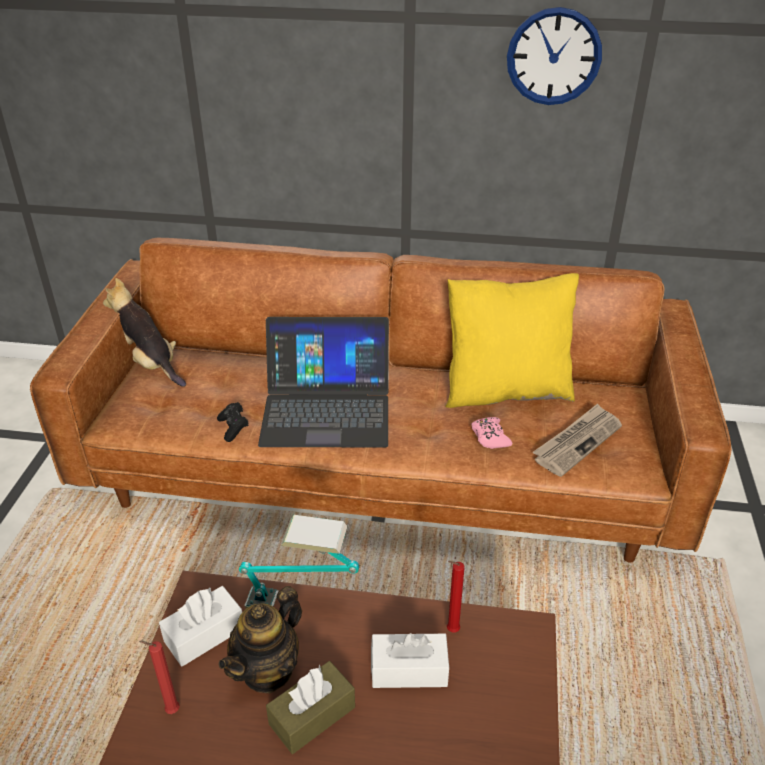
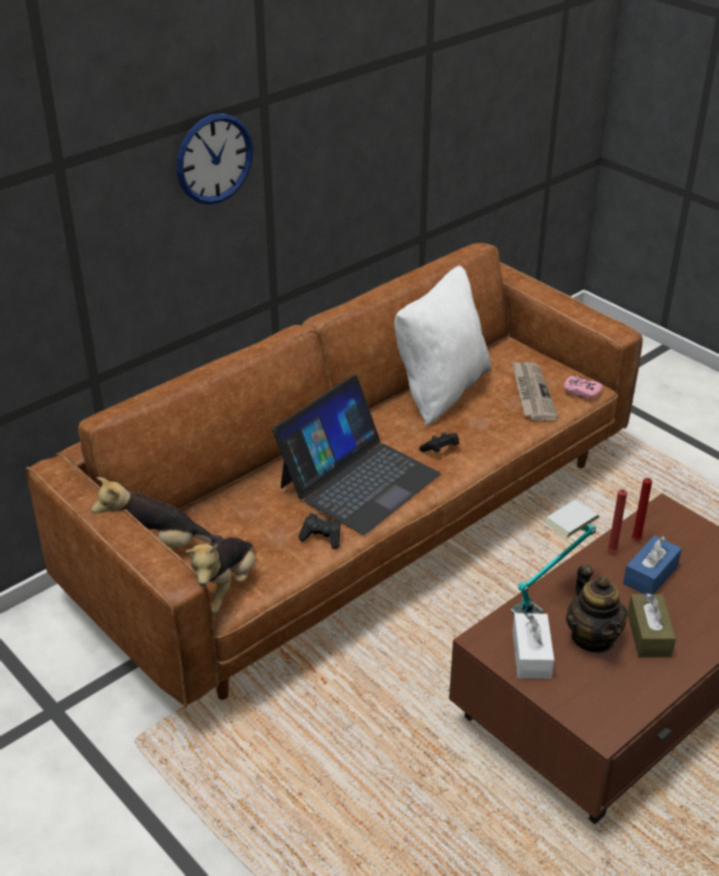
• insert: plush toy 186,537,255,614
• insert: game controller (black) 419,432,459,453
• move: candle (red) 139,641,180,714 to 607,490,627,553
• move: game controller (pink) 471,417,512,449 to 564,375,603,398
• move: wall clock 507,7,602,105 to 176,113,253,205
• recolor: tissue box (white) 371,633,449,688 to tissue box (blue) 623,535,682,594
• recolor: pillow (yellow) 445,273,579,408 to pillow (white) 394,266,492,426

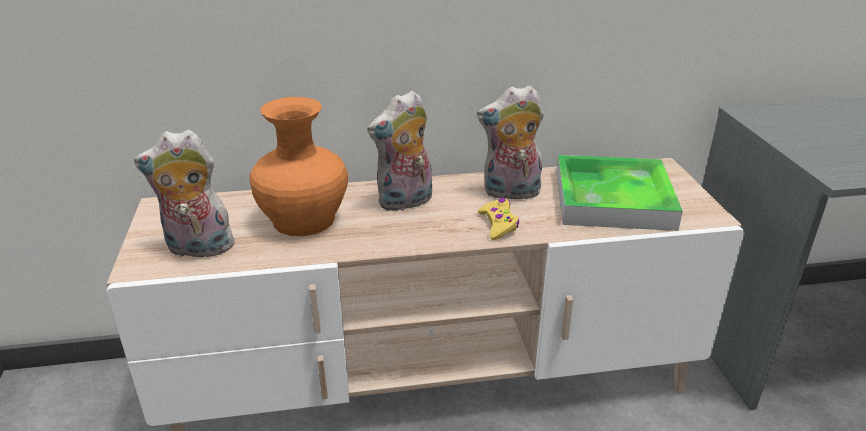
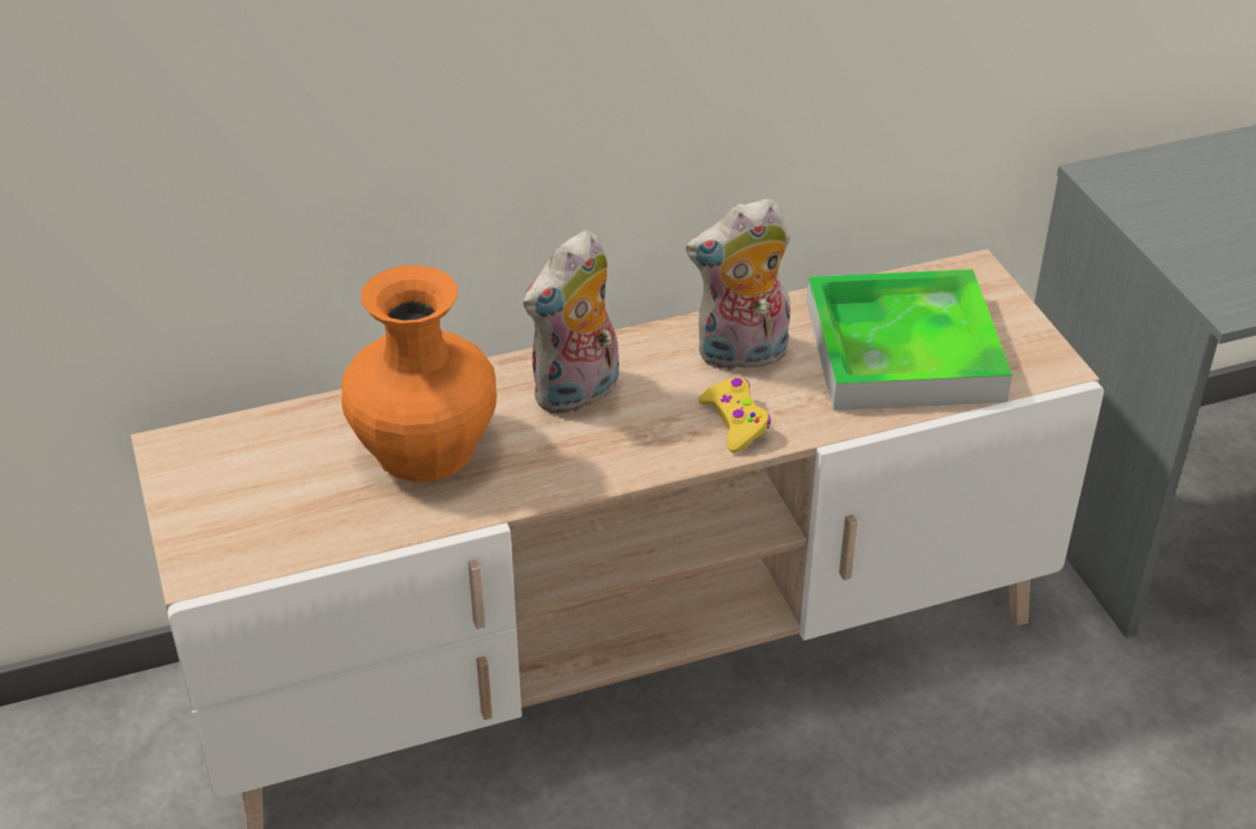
• delete: plush toy 134,130,237,257

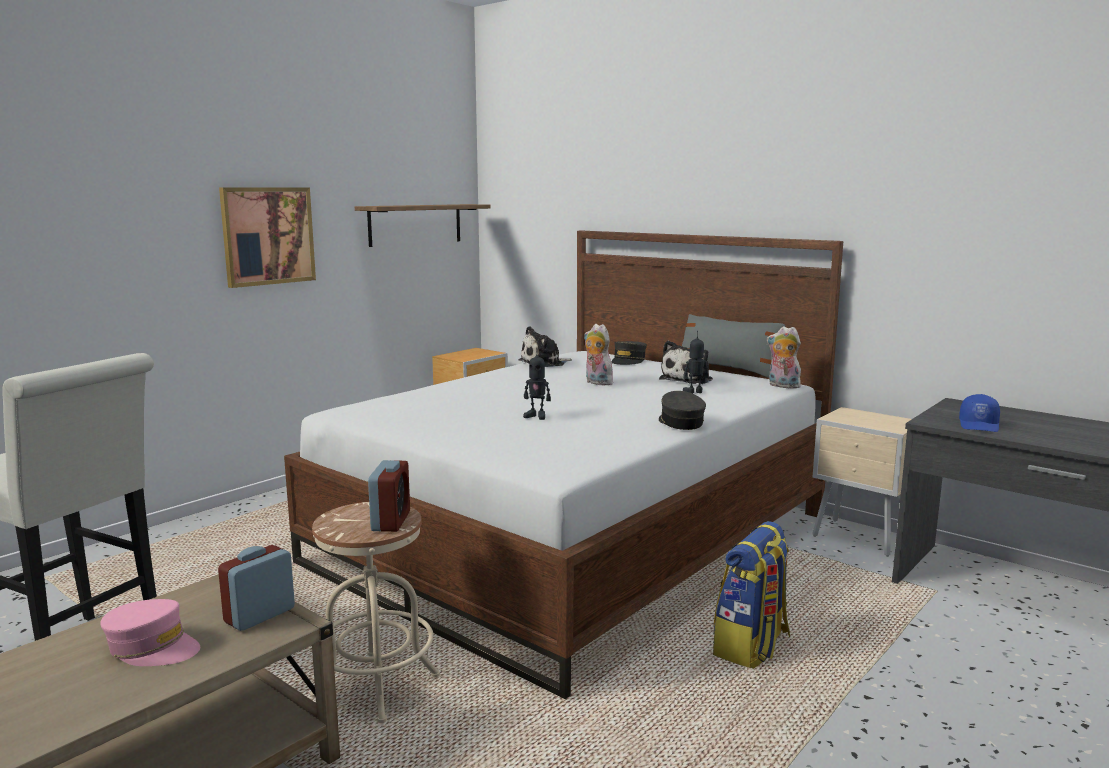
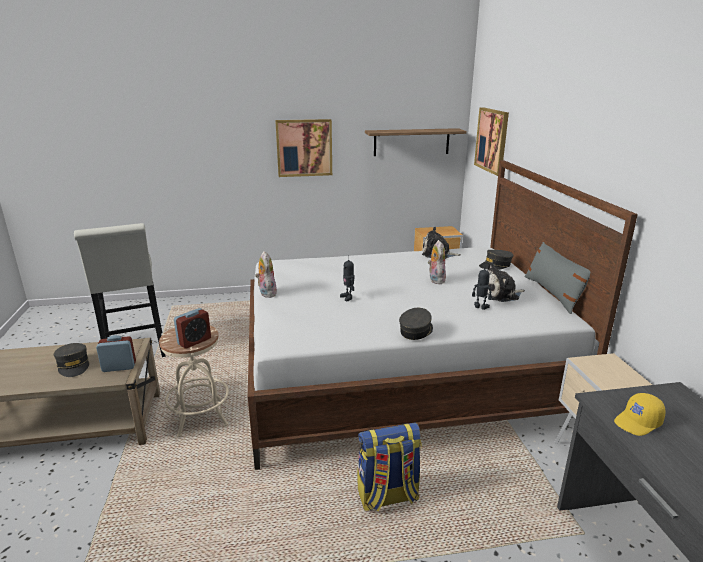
• insert: picture 474,107,509,176
• move: plush toy 767,327,803,389 to 255,251,277,298
• recolor: cap (pink) 101,599,200,666 to cap (grey) 54,343,89,377
• recolor: cap (blue) 959,394,1000,432 to cap (yellow) 614,393,666,436

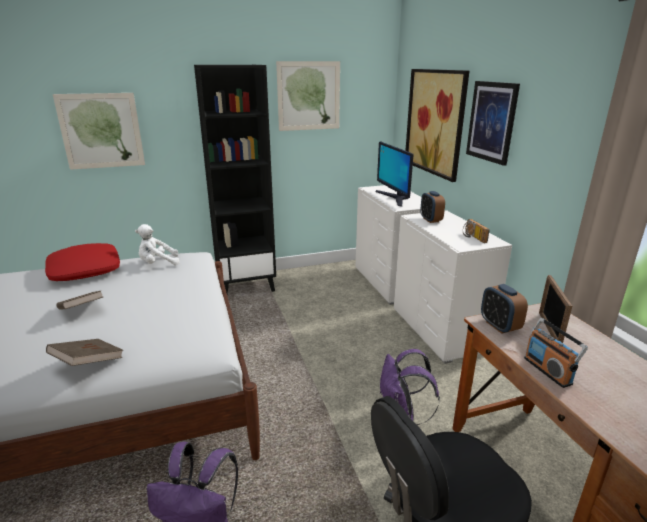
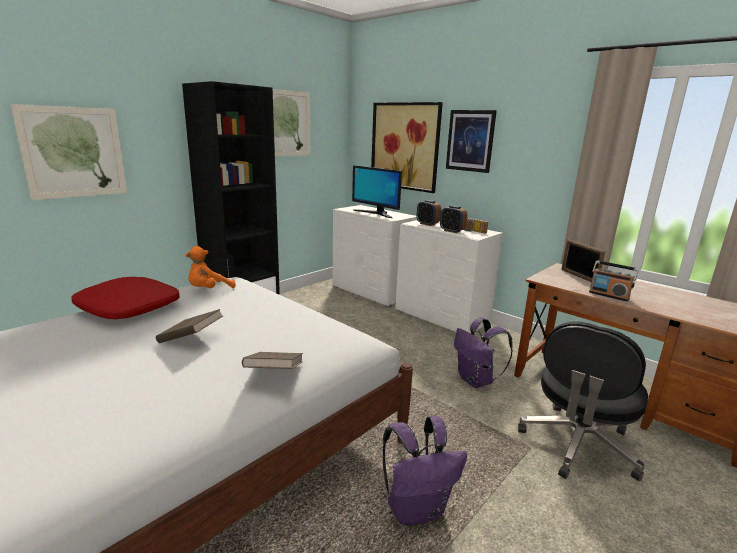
• move: alarm clock 481,284,528,334 to 440,205,467,233
• recolor: plush toy (white) 135,224,180,266 to plush toy (orange) 186,246,236,288

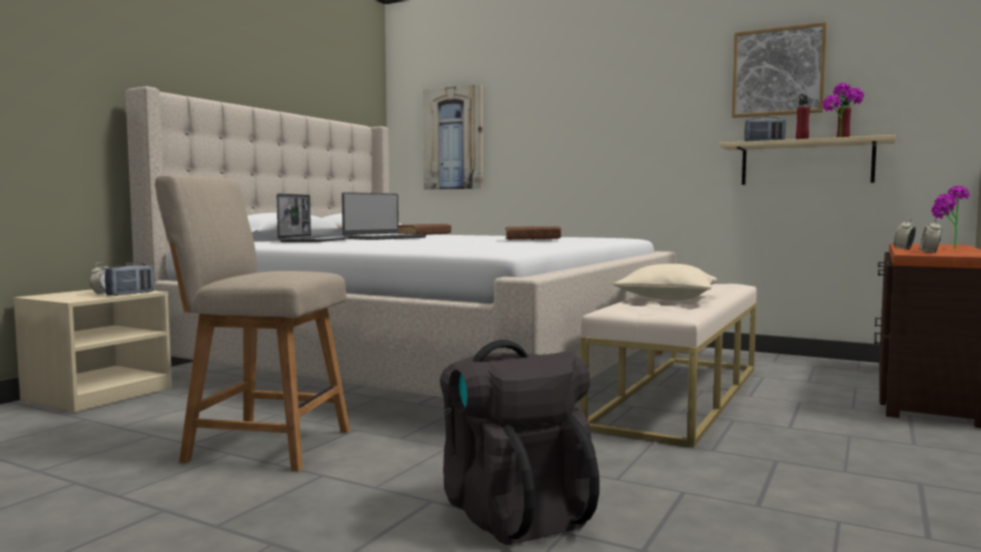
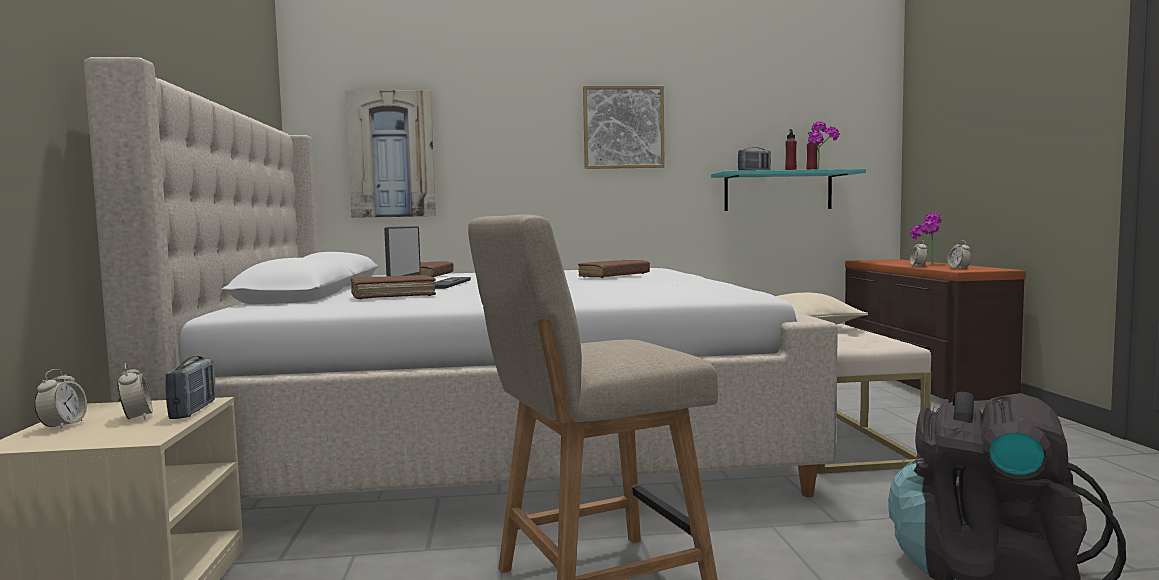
• insert: alarm clock 34,369,87,430
• move: picture 732,22,827,118 to 583,86,665,169
• replace: laptop 277,193,349,242 to book (brown) 351,275,436,299
• recolor: shelf (beige) 719,135,896,185 to shelf (turquoise) 711,169,866,211

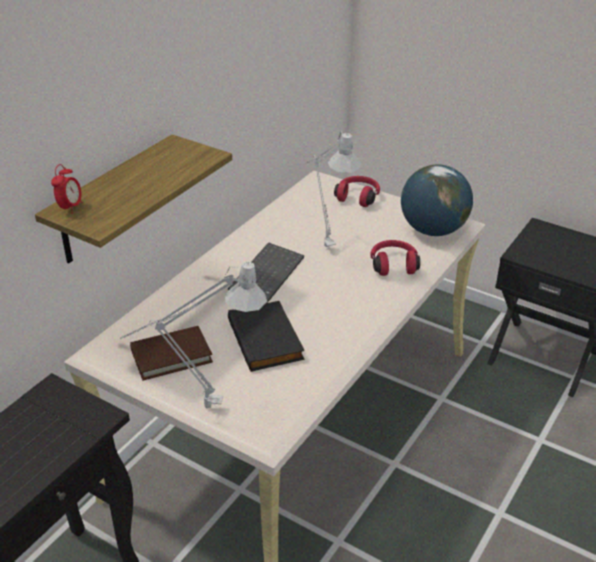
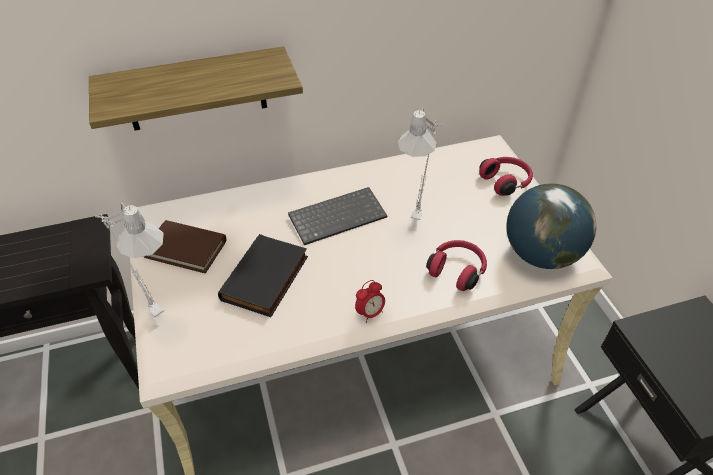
• move: alarm clock 51,164,82,214 to 355,280,385,323

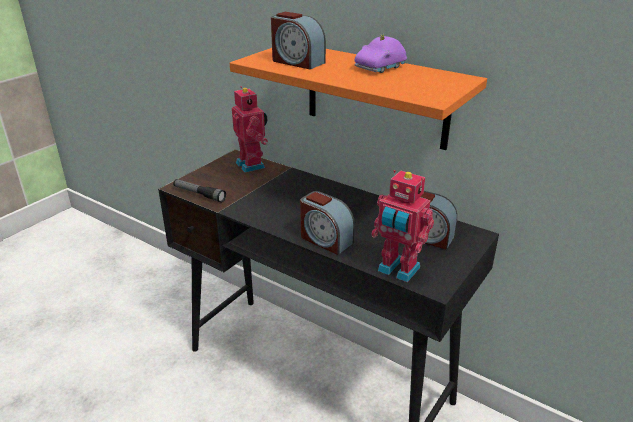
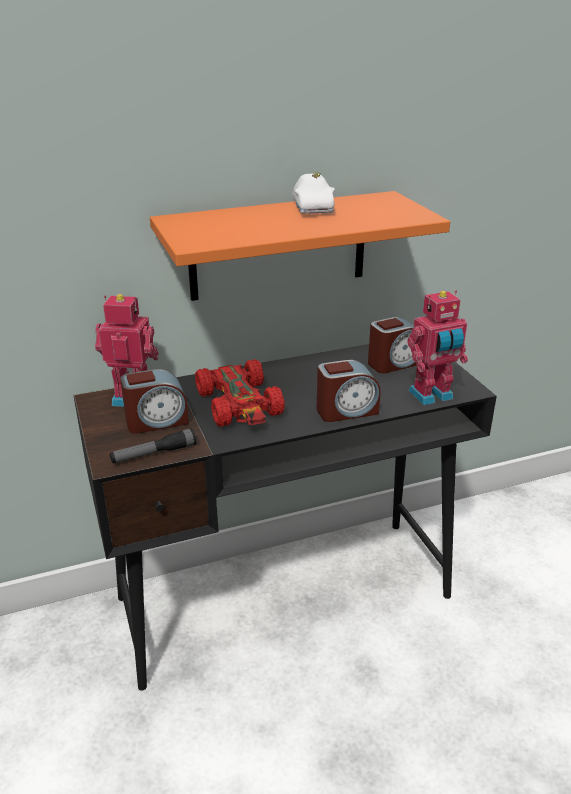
• insert: toy car (red) 195,359,285,427
• move: alarm clock 271,12,326,69 to 120,369,189,434
• recolor: toy car (purple) 354,34,407,73 to toy car (white) 292,171,335,214

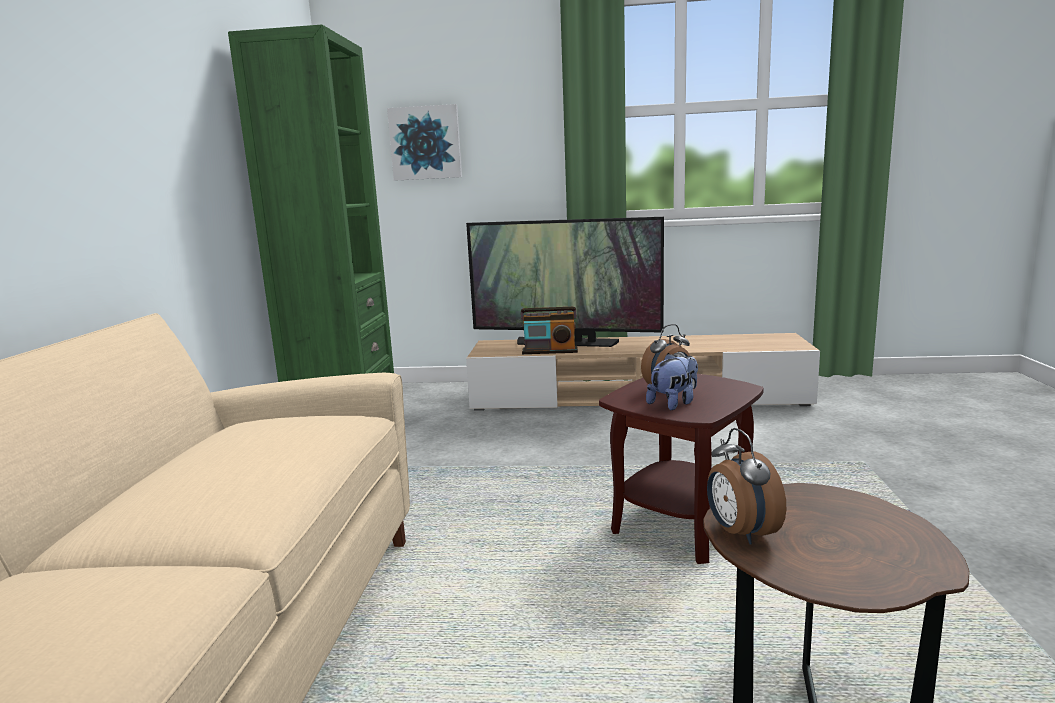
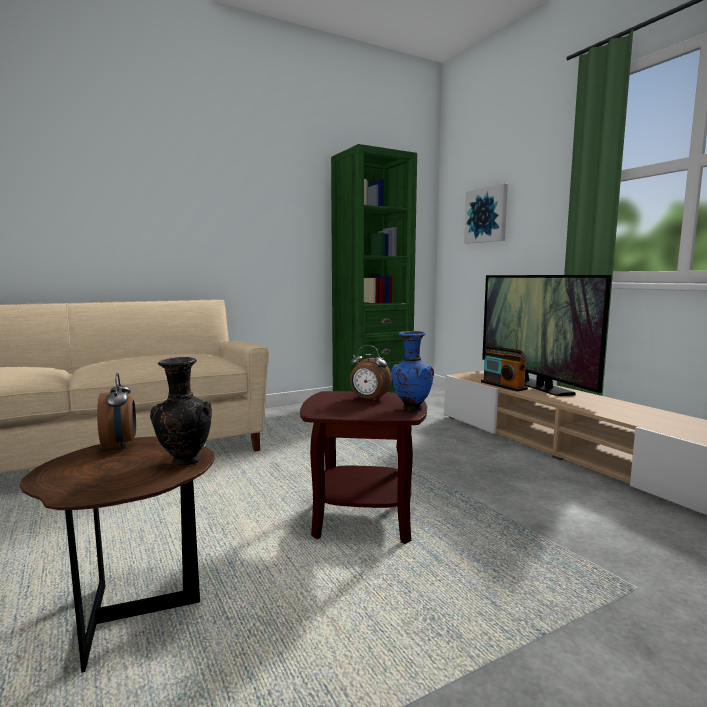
• delete: plush toy 646,353,698,410
• insert: vase (black) 150,357,212,466
• insert: vase (blue) 391,331,434,411
• rotate: alarm clock 707,428,786,545 = 97,373,136,450 120 degrees clockwise

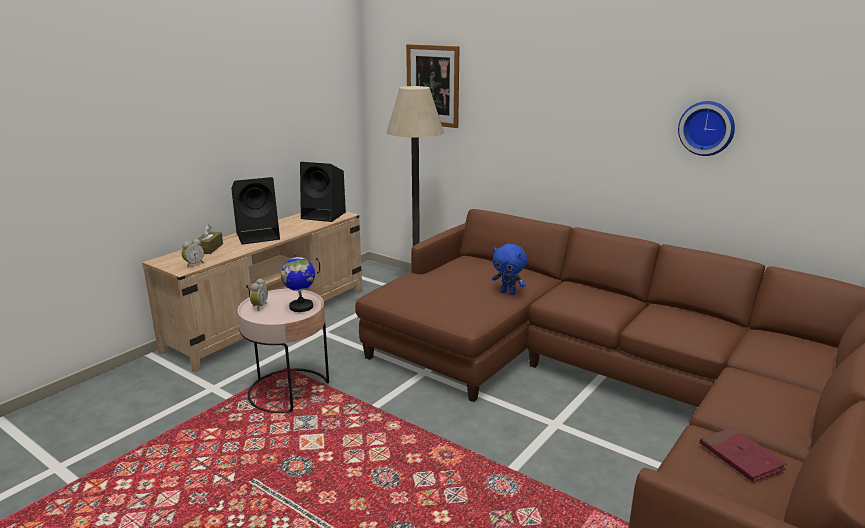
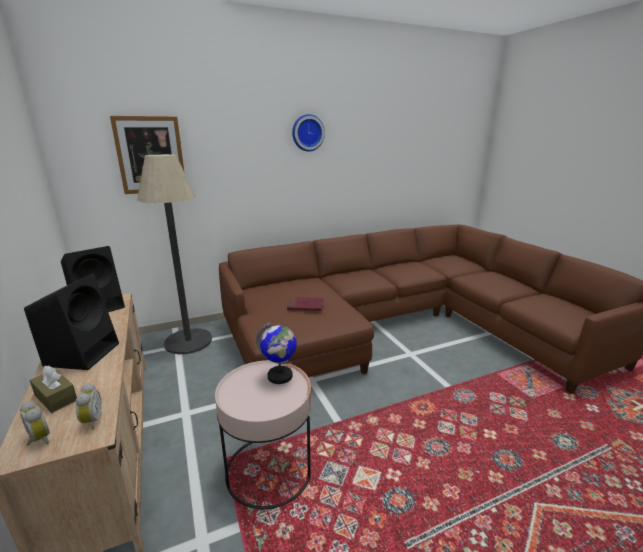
• delete: plush toy (blue) 492,244,527,295
• move: alarm clock 250,278,268,311 to 20,401,50,446
• move: wall clock 678,101,735,156 to 292,114,325,151
• move: book (red) 700,427,787,482 to 287,297,324,311

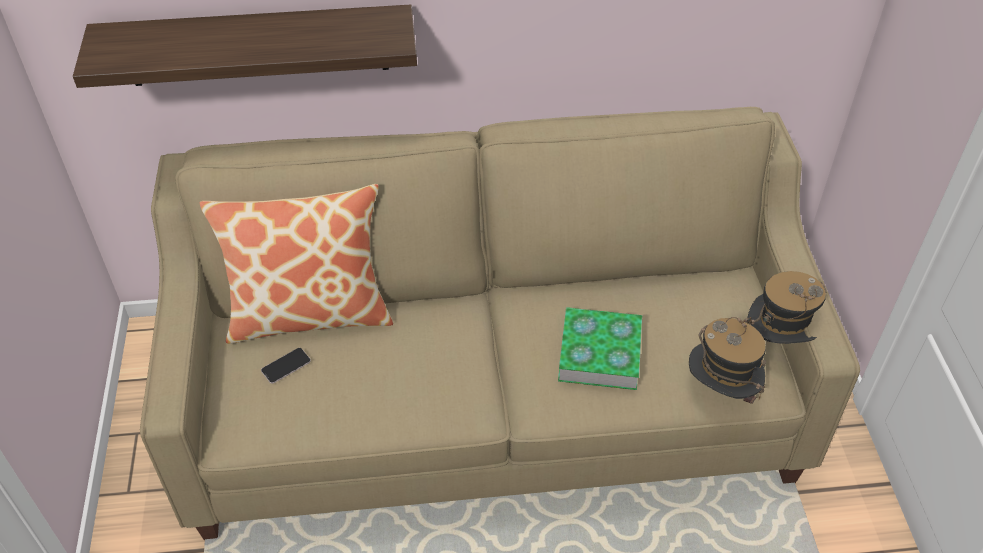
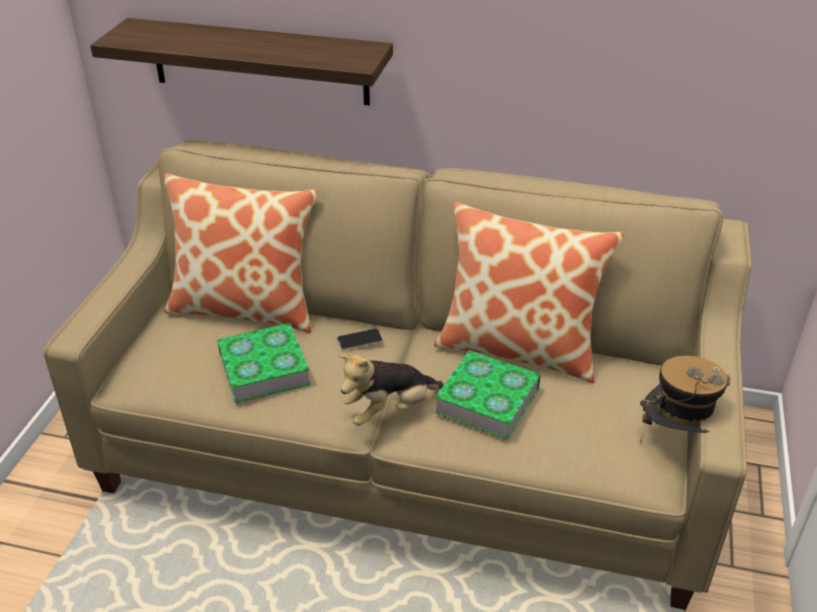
• delete: hat 689,317,766,404
• insert: book 217,323,311,403
• insert: plush toy 339,355,444,426
• insert: pillow 434,202,624,383
• move: phone 261,348,311,384 to 337,329,383,350

